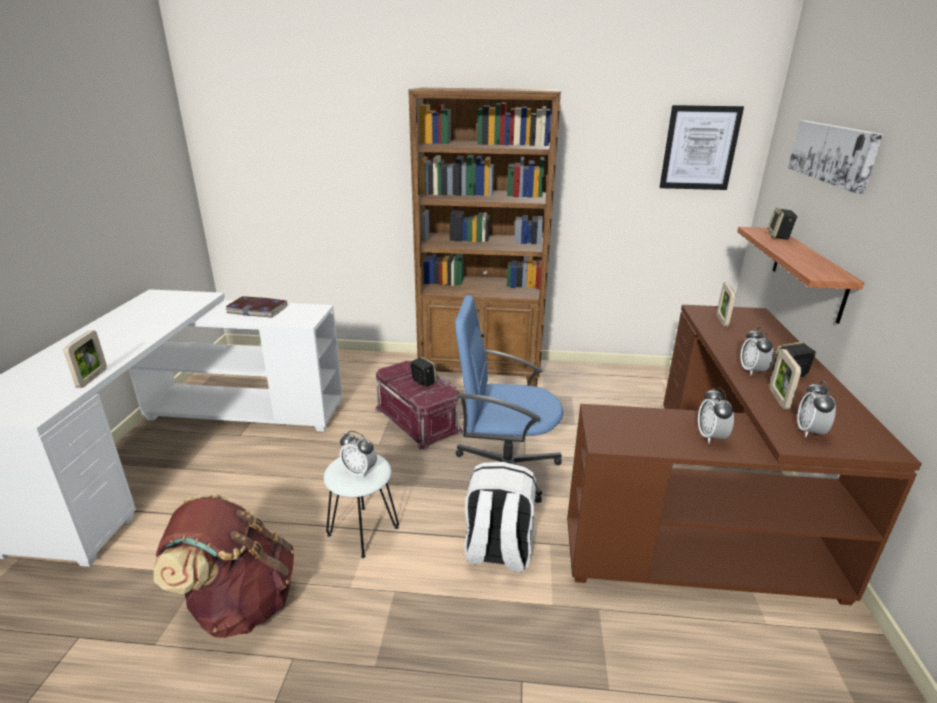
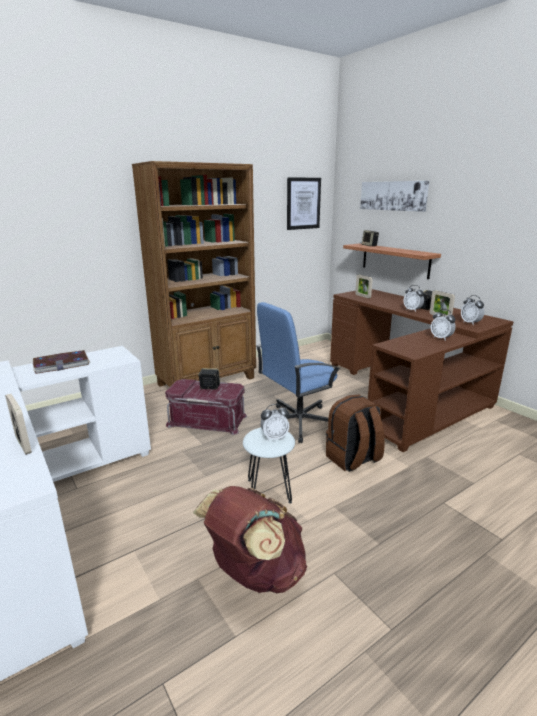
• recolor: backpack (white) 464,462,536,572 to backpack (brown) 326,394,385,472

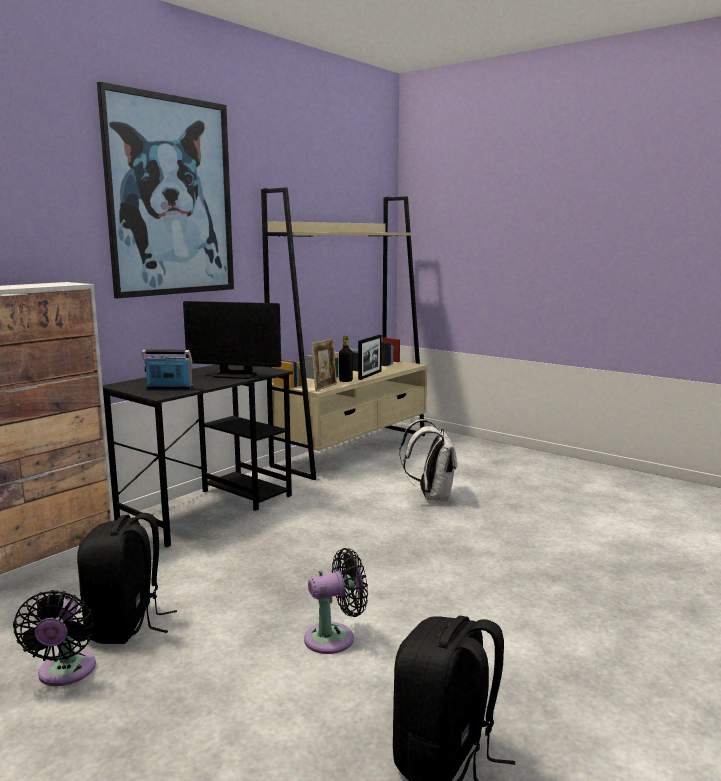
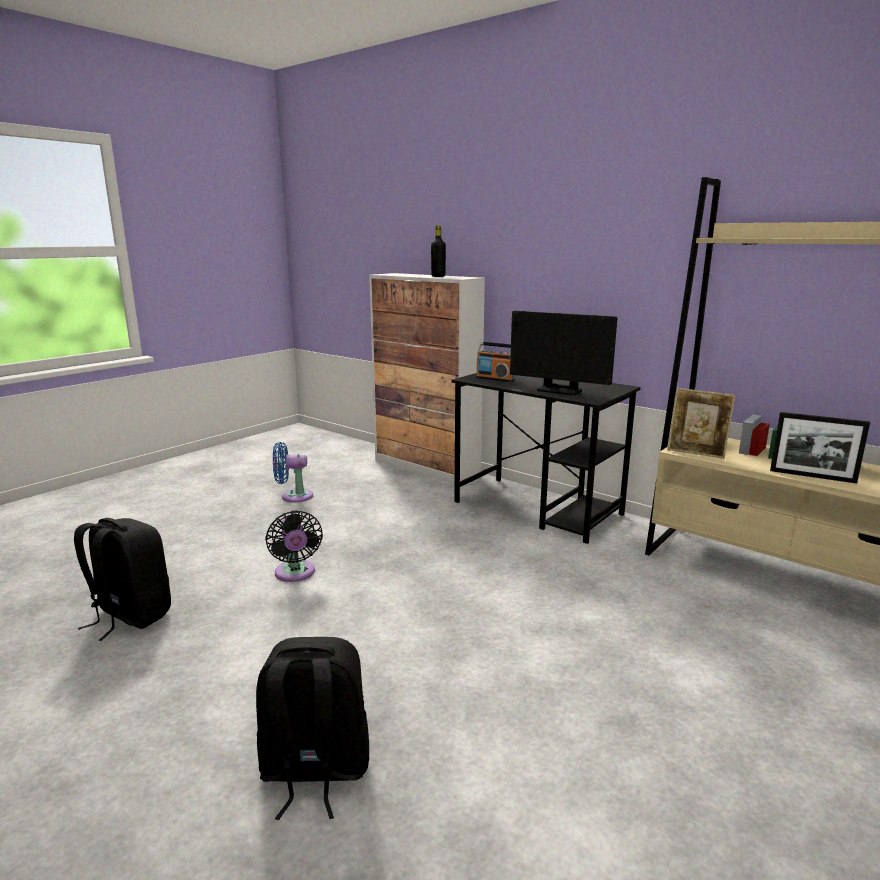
• delete: picture 97,82,234,298
• delete: backpack (white) 399,419,457,501
• move: backpack (black) 77,513,177,644 to 256,637,369,820
• move: bottle (black) 339,336,353,382 to 431,225,446,277
• recolor: fan (black) 13,590,96,686 to fan (blue) 273,442,313,503
• rotate: radio 141,350,193,389 = 476,342,515,382 120 degrees clockwise
• rotate: monitor 183,301,281,379 = 510,311,617,395 75 degrees counterclockwise

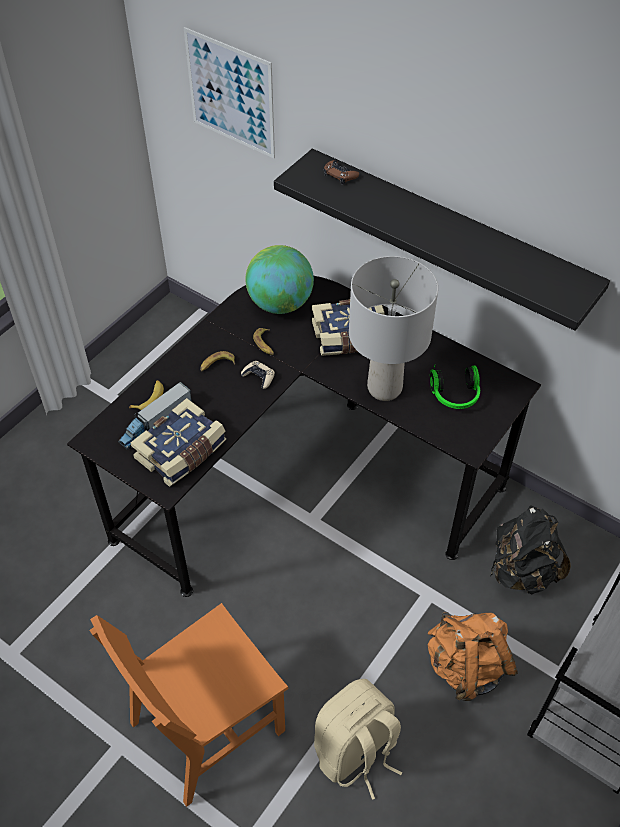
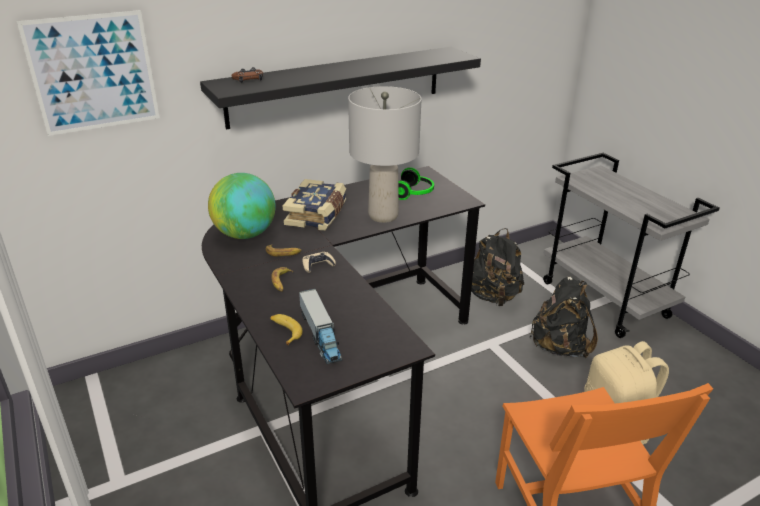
• delete: book 130,398,226,487
• recolor: backpack (orange) 427,613,518,701 to backpack (black) 530,277,598,358

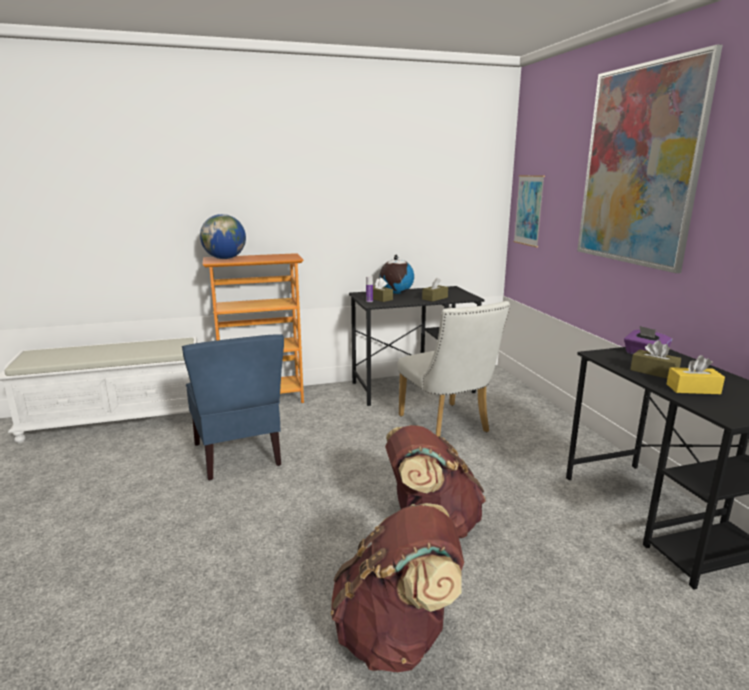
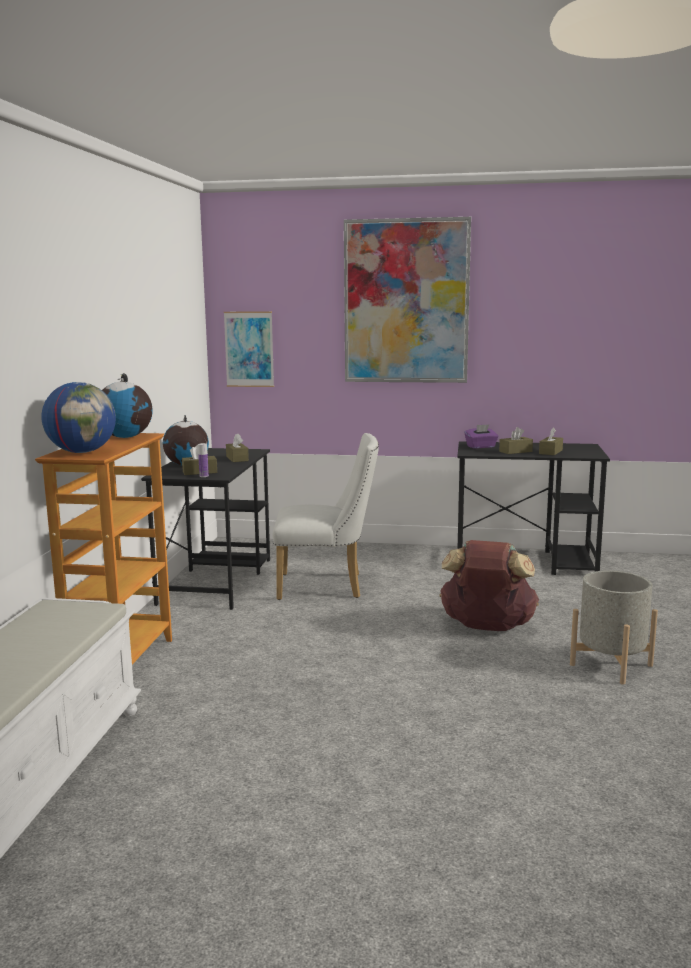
• delete: chair (blue) 182,334,284,480
• insert: globe 102,373,153,438
• replace: backpack (brown) 331,503,464,672 to planter (grey) 570,571,658,685
• recolor: tissue box (yellow) 667,355,725,394 to tissue box (brown) 539,427,563,455

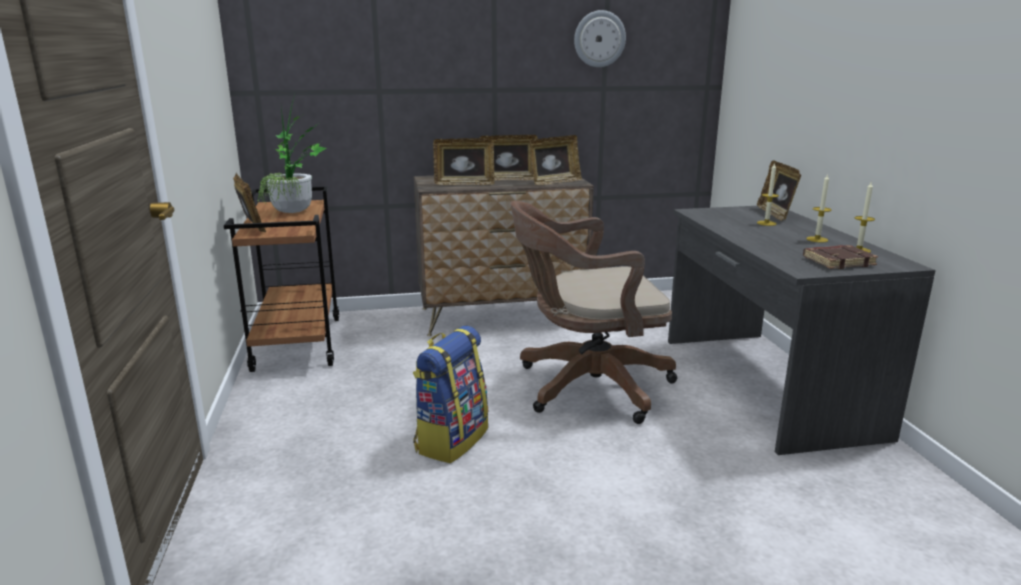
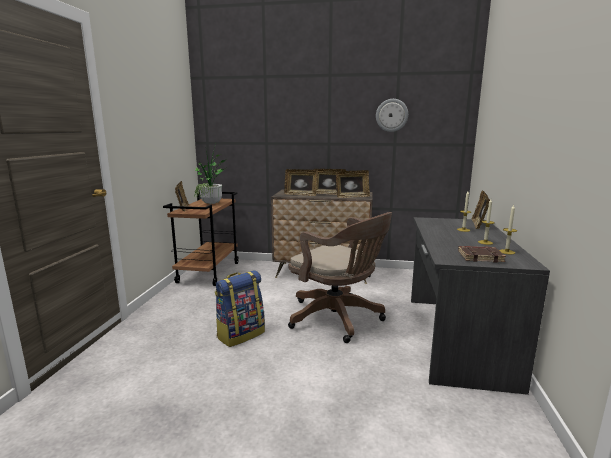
• rotate: office chair (brown) 511,201,677,424 = 288,212,392,343 150 degrees counterclockwise

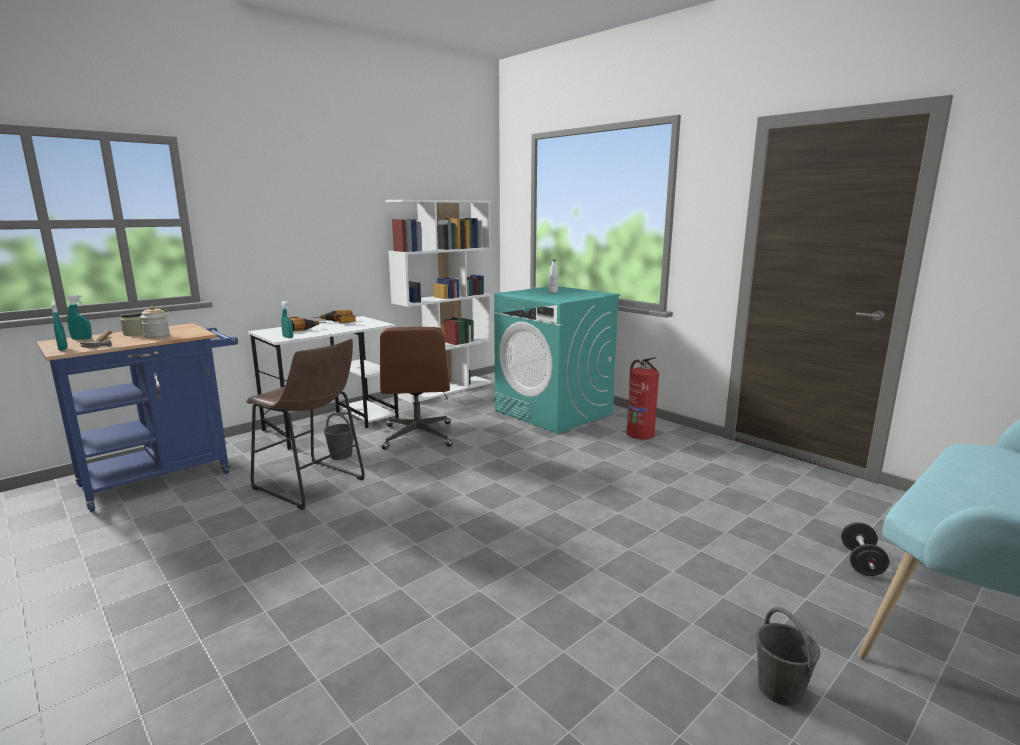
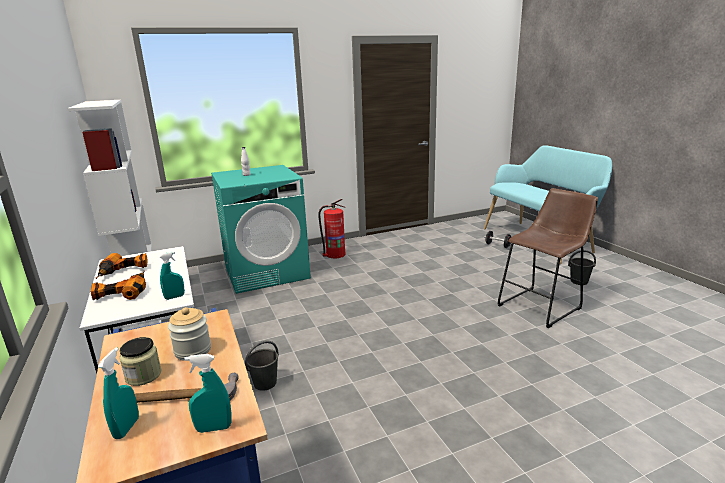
• delete: office chair (brown) 380,327,452,450
• move: stool (brown) 246,339,365,510 to 497,188,598,328

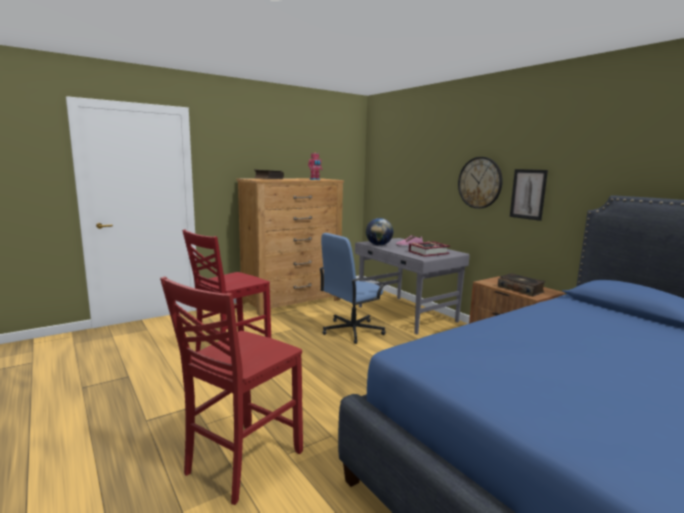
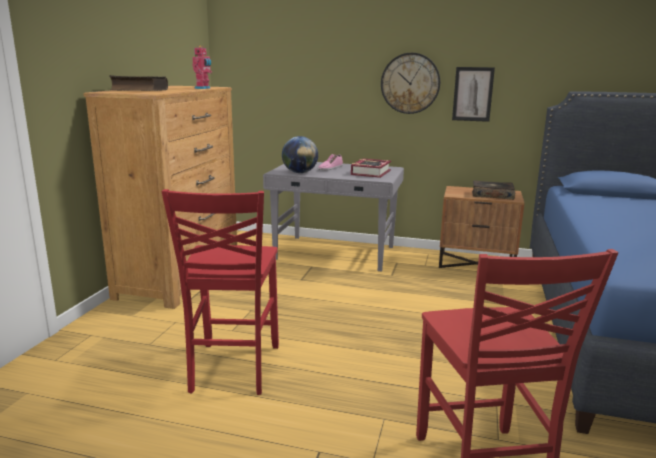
• delete: office chair (blue) 319,233,386,344

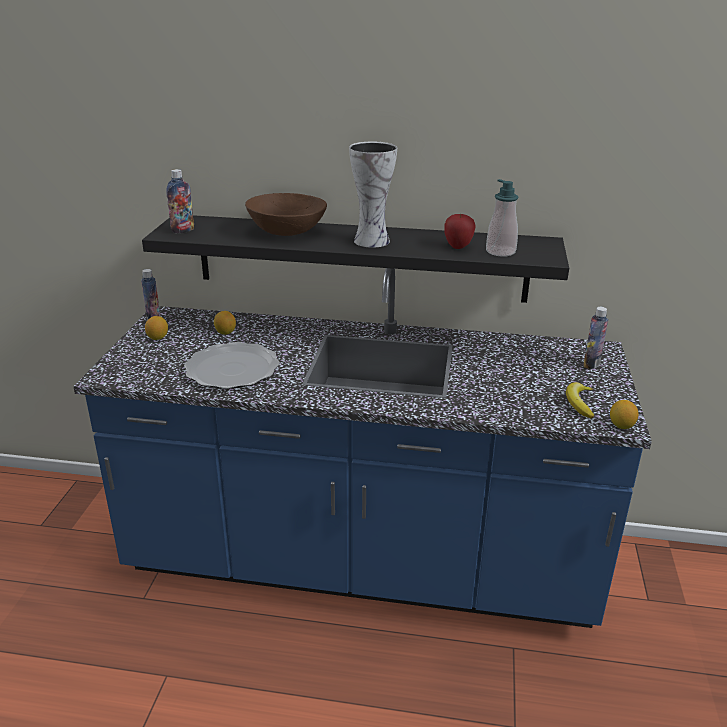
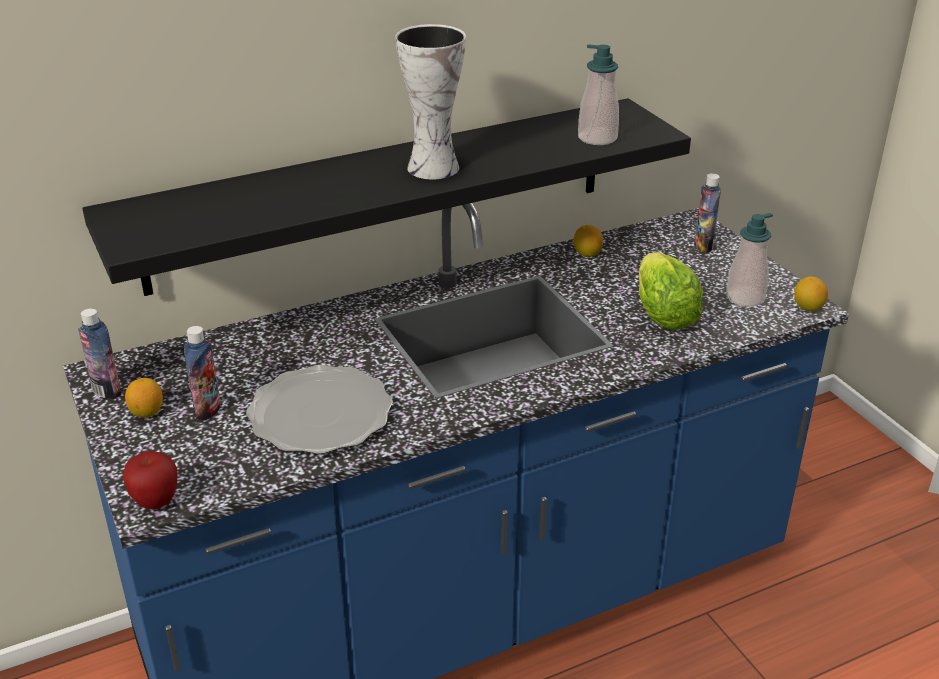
• delete: bowl (brown) 245,193,327,236
• insert: lettuce 639,252,703,330
• move: bottle 166,169,194,233 to 184,326,221,421
• move: lemon 214,311,236,335 to 574,225,603,257
• move: apple 444,214,475,249 to 123,451,177,509
• replace: banana 566,382,594,418 to soap dispenser 726,213,773,307

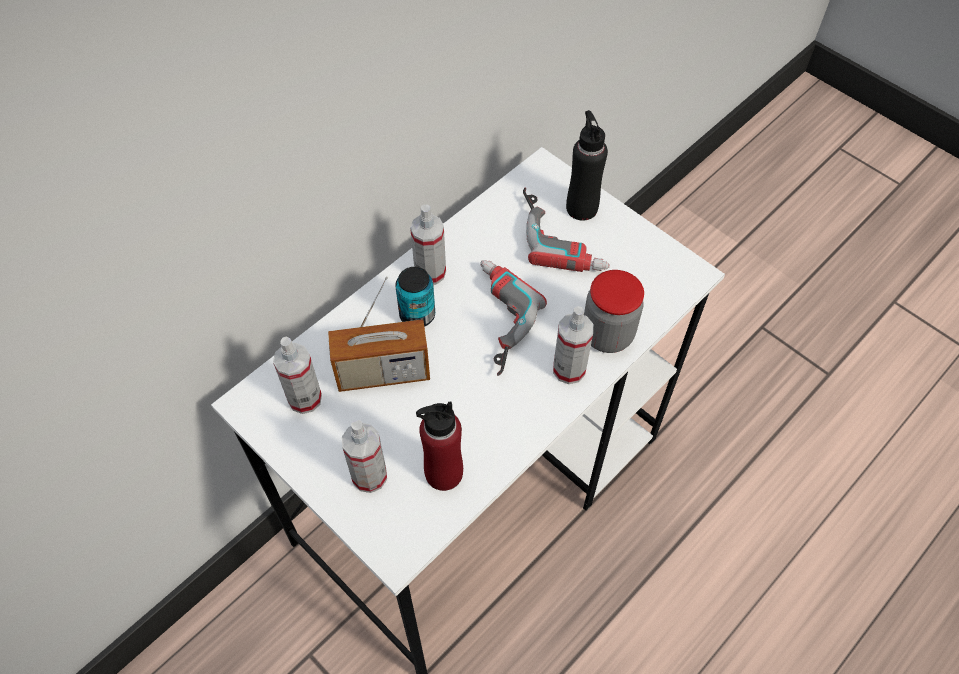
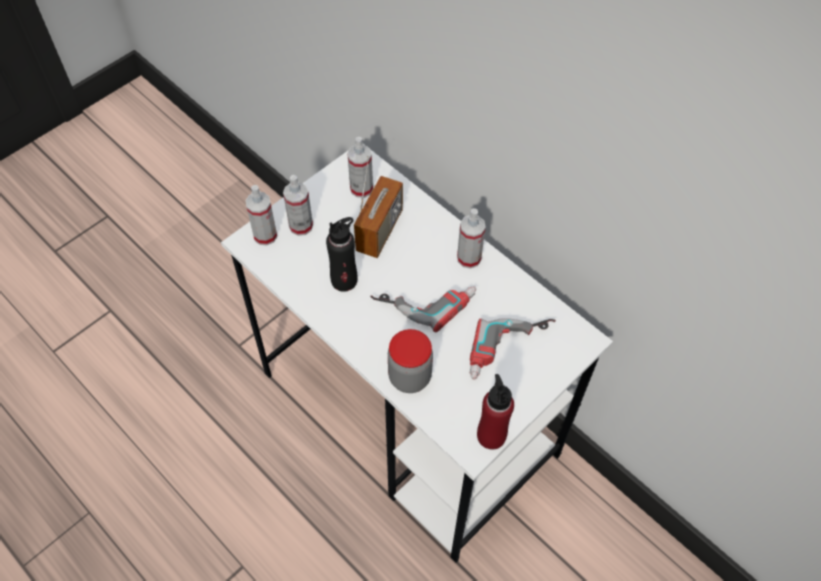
• delete: can 395,267,435,327
• move: bottle (red) 416,401,463,491 to 477,374,514,450
• move: spray bottle 553,306,593,384 to 245,185,277,245
• move: bottle (black) 566,110,608,221 to 326,217,357,292
• rotate: radio 328,276,430,392 = 354,156,403,258 150 degrees counterclockwise

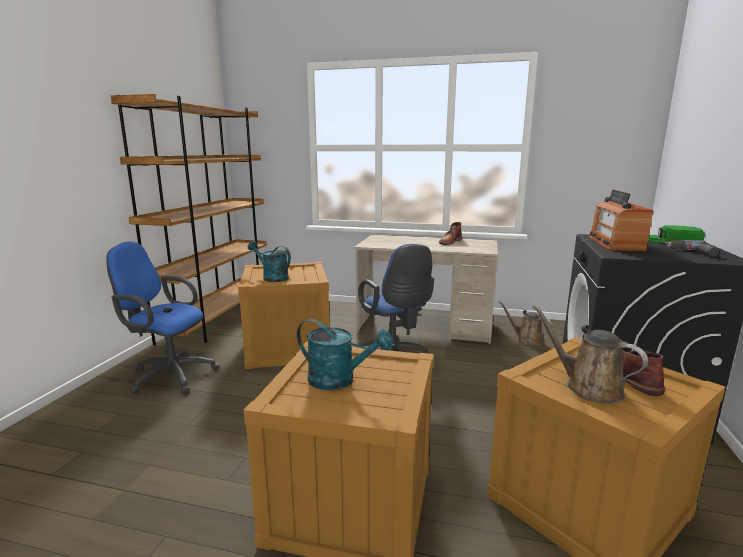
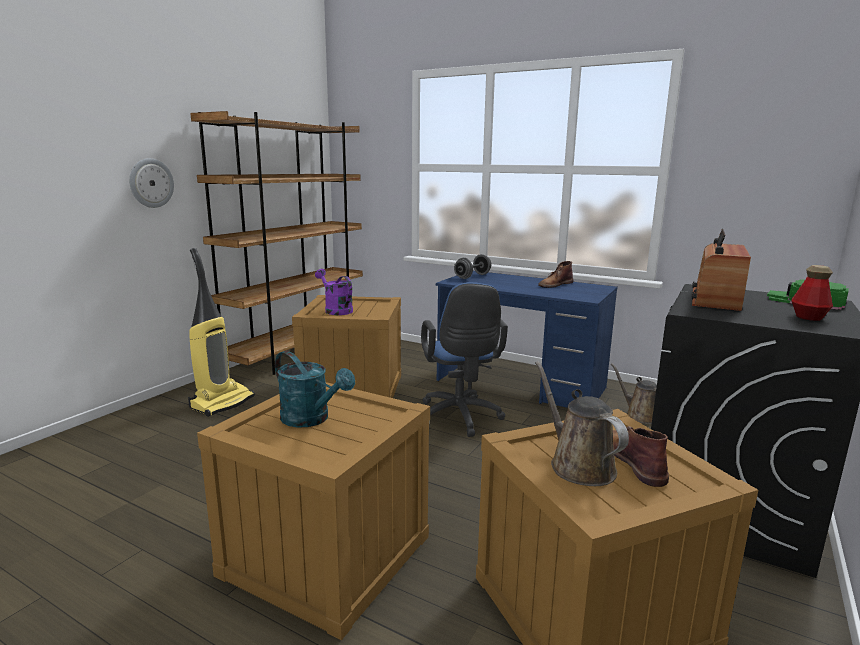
• insert: wall clock 129,158,174,208
• insert: dumbbell (grey) 454,254,491,279
• replace: office chair (blue) 106,241,219,394 to vacuum cleaner 188,248,255,417
• replace: power drill 667,240,719,257 to bottle 792,265,833,321
• recolor: watering can (turquoise) 248,241,291,282 to watering can (purple) 315,269,353,315
• recolor: desk (beige) 354,235,498,344 to desk (blue) 436,271,618,408

